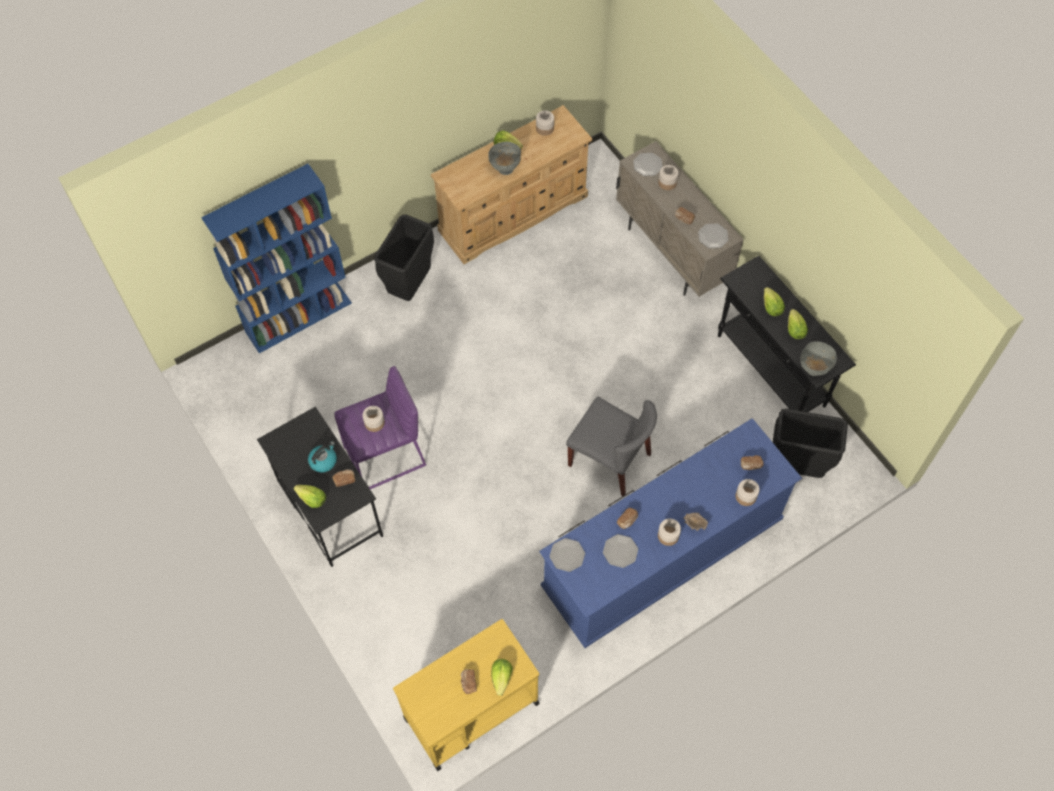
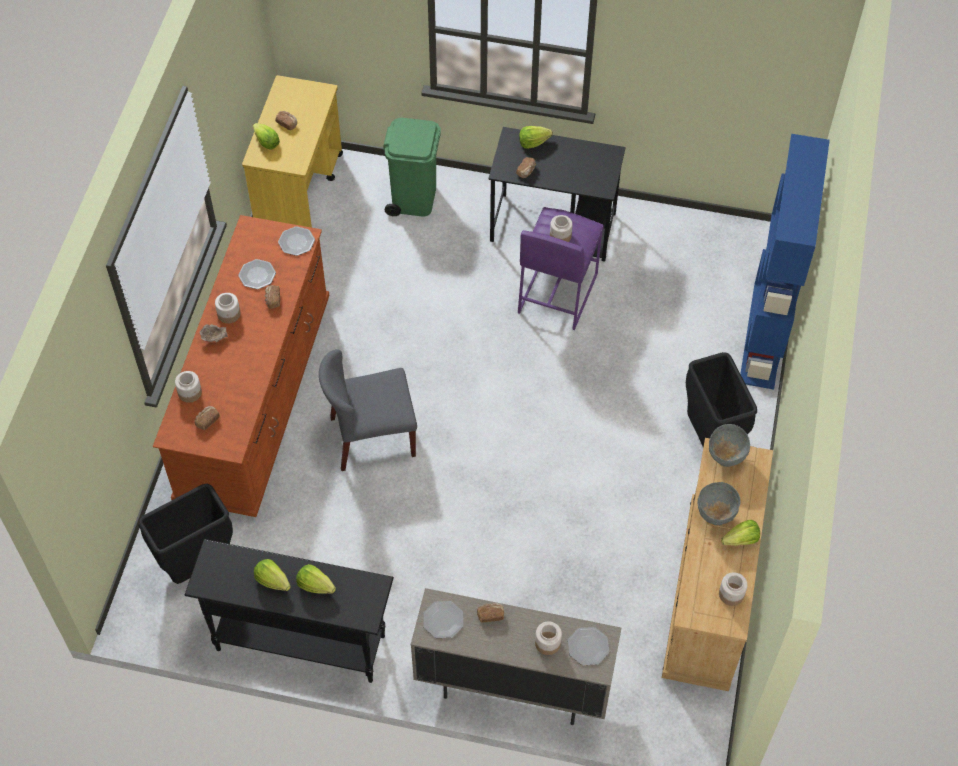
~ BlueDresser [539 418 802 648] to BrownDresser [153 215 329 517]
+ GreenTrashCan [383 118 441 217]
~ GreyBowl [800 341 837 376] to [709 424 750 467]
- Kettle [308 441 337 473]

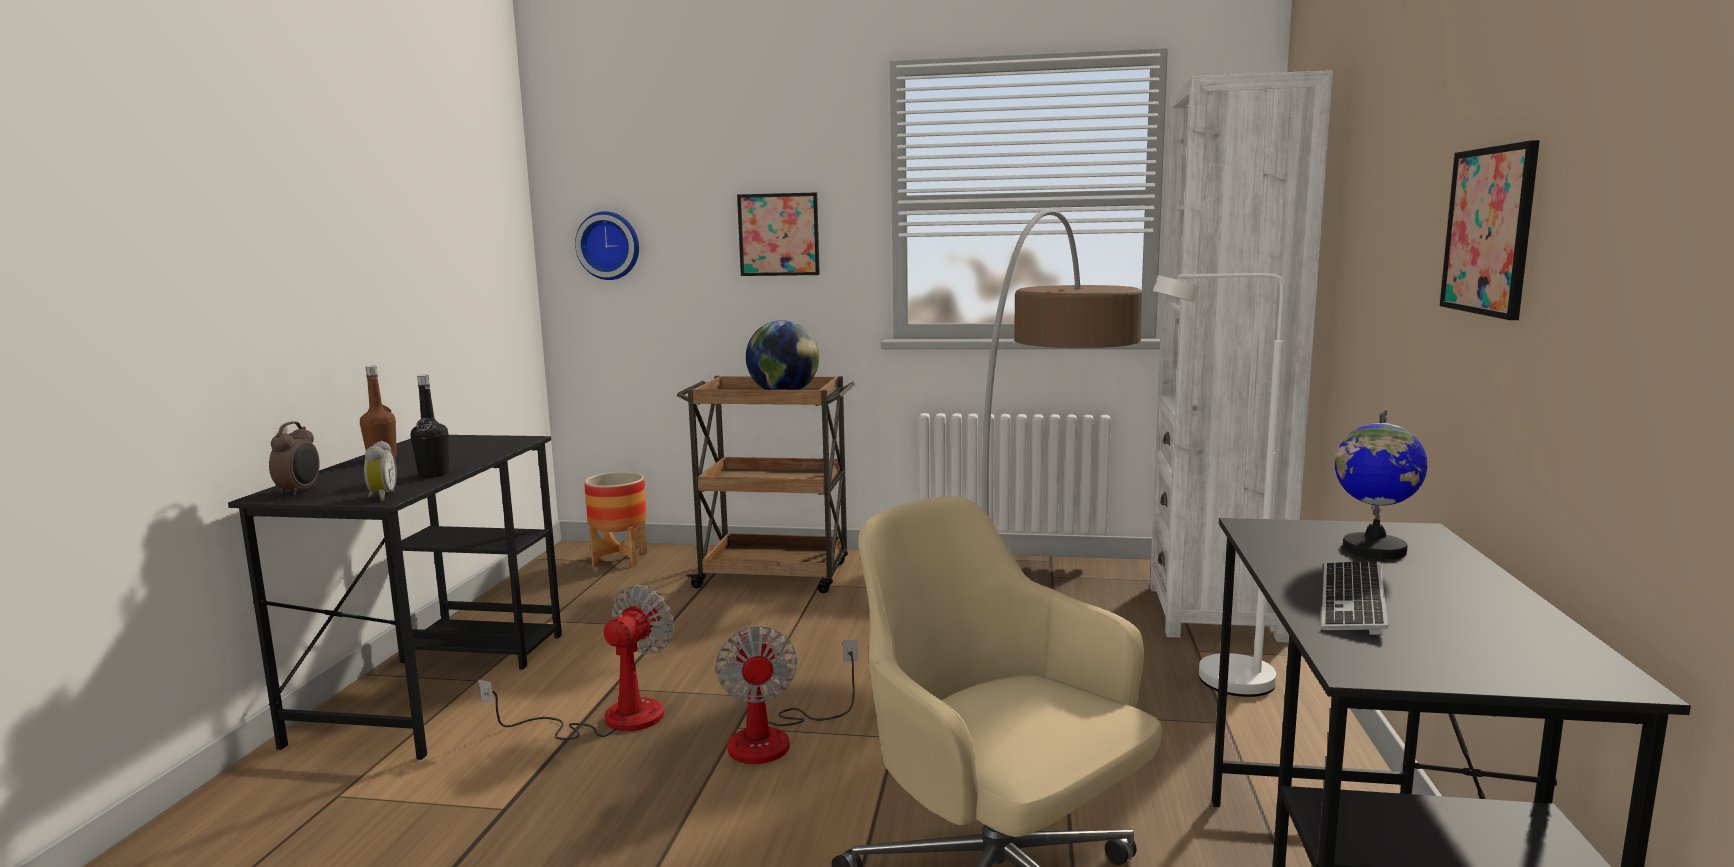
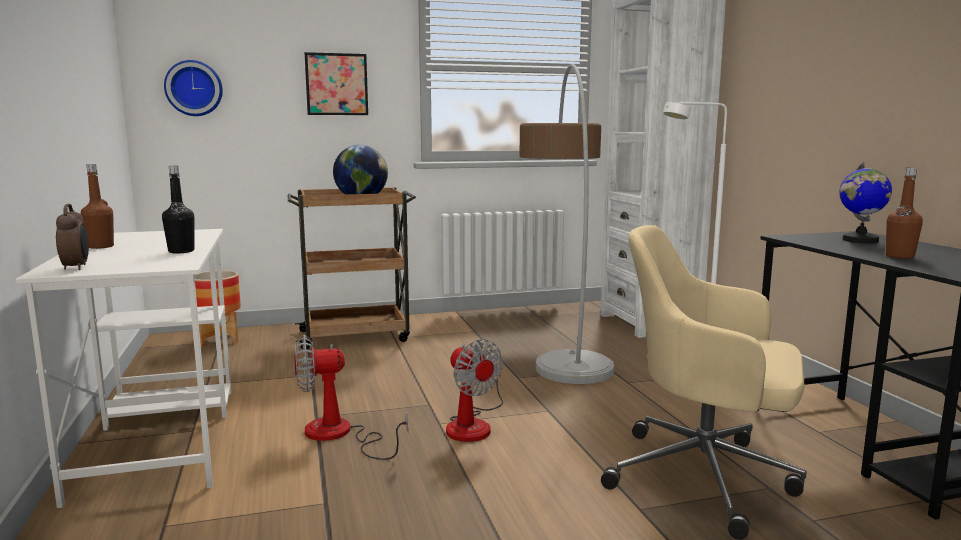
~ BlackDesk [228 435 562 760] to WhiteDesk [15 229 231 508]
~ Fan [479 585 674 740] = [294 335 408 460] 105 degrees counterclockwise
~ Keyboard [1322 561 1388 635] to BrownBottle [886 167 923 259]
- AlarmClock [364 441 397 501]
- Picture [1440 140 1540 320]

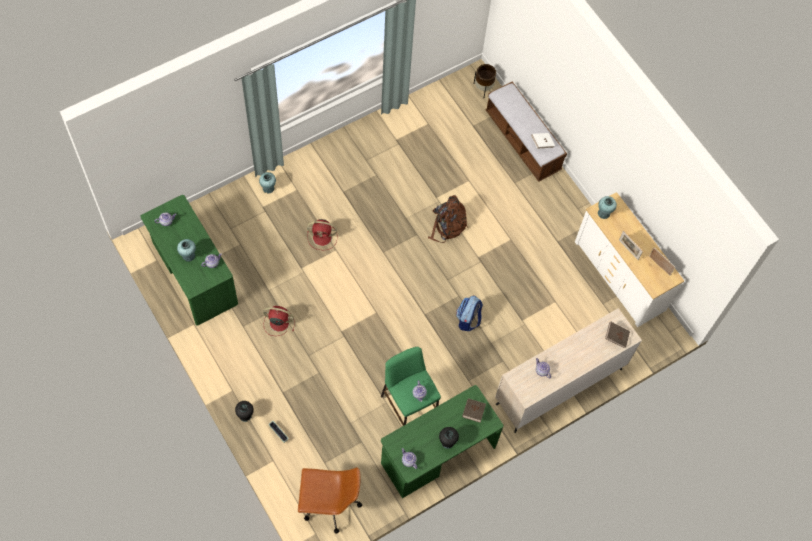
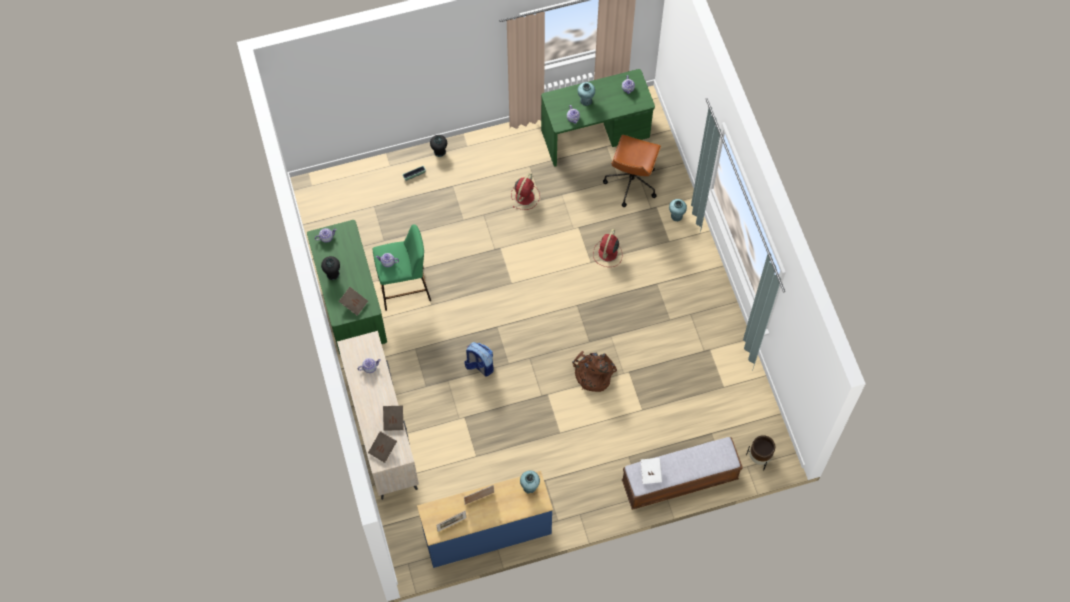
+ BrownBook [383 406 404 431]
~ WhiteDresser [575 192 684 327] to BlueDresser [417 471 553 568]
~ BrownOfficeChair [298 467 362 534] to [603 135 661 207]

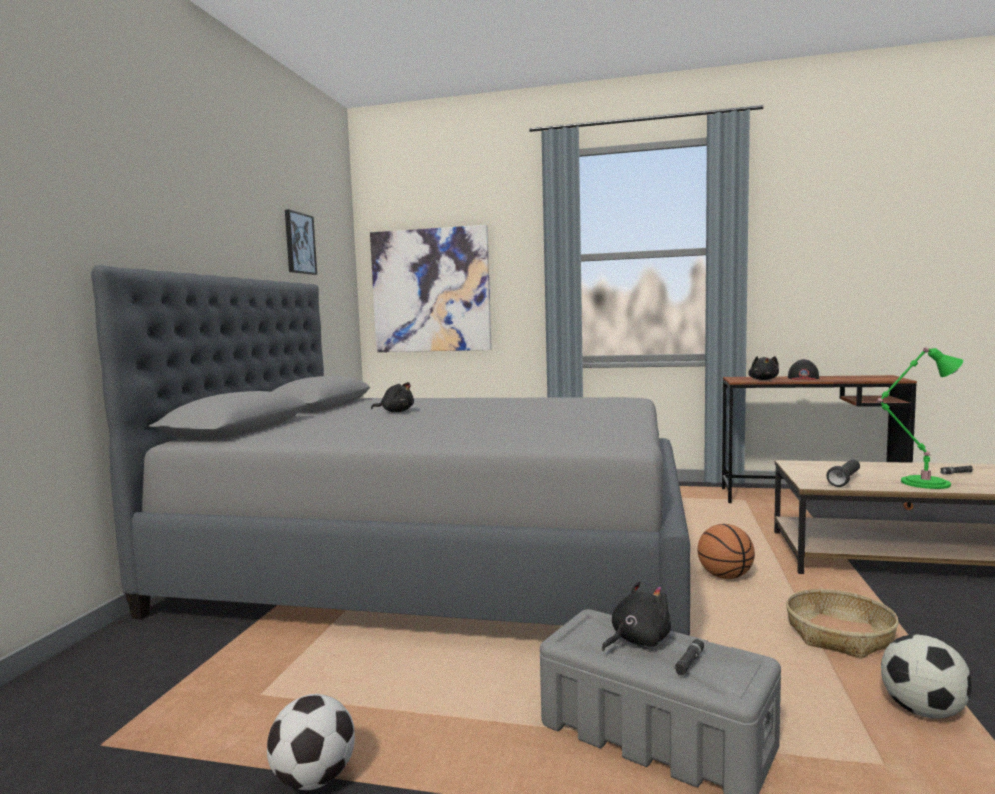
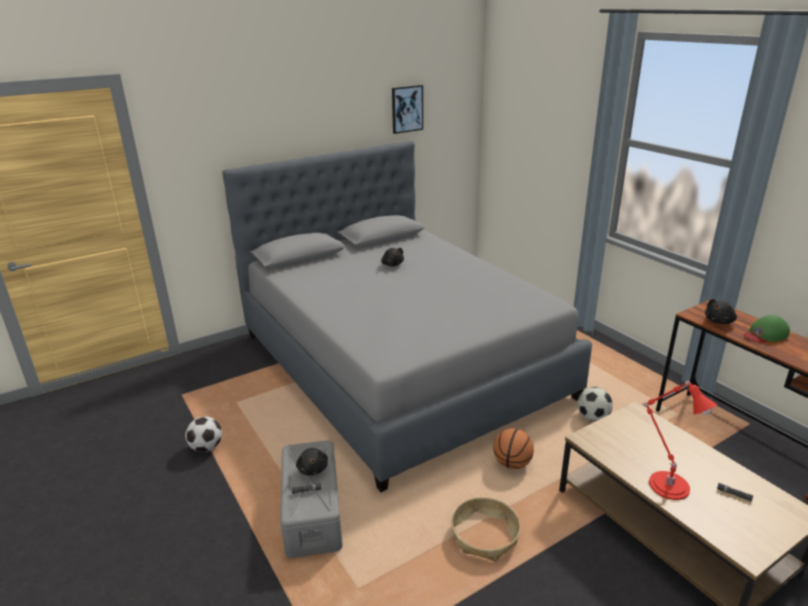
~ BlackPlushToy [602 581 671 651] = [296 448 328 475] 60 degrees clockwise
~ Football [881 635 972 719] to [577 387 613 421]
~ GreenTableLamp [877 347 963 489] to RedTableLamp [642 381 717 500]
~ BlackCap [788 359 819 380] to GreenCap [744 315 790 343]
- Picture [370 225 492 352]
- BlackFlashlight [826 460 860 487]

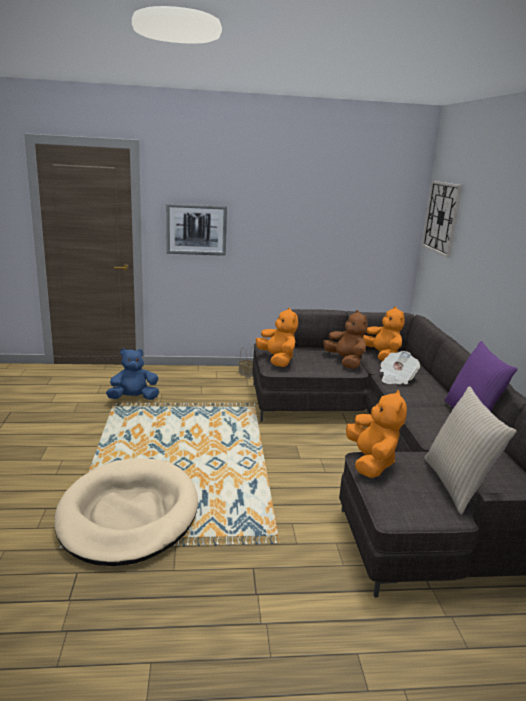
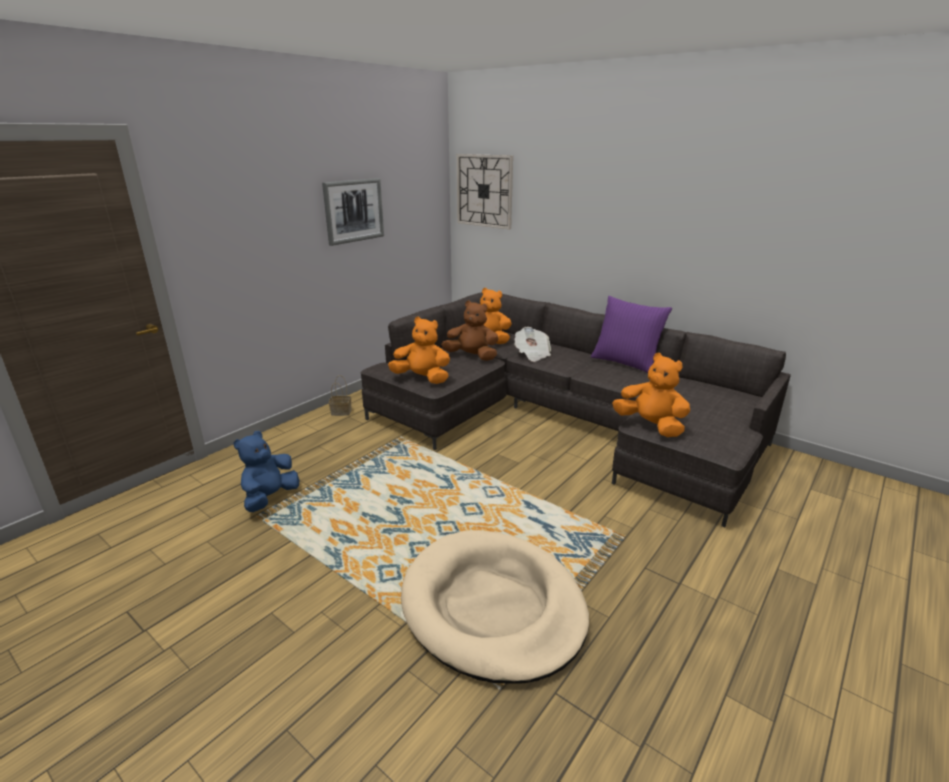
~ Picture [166 203 227 256] to [322 178 384 246]
- BeigePillow [424 386 517 515]

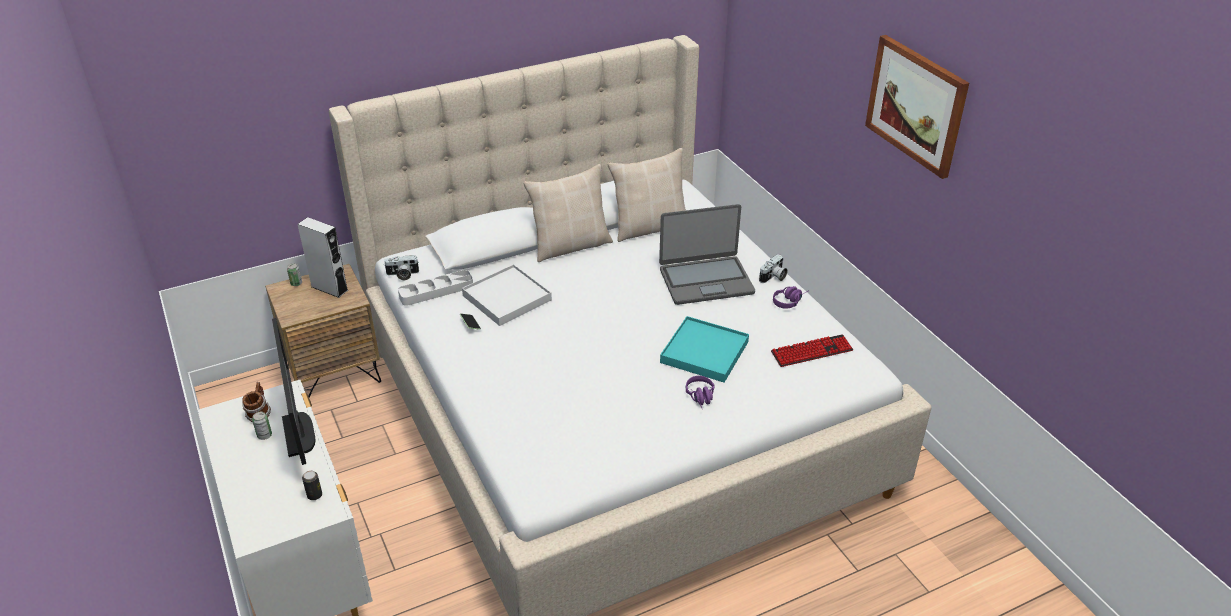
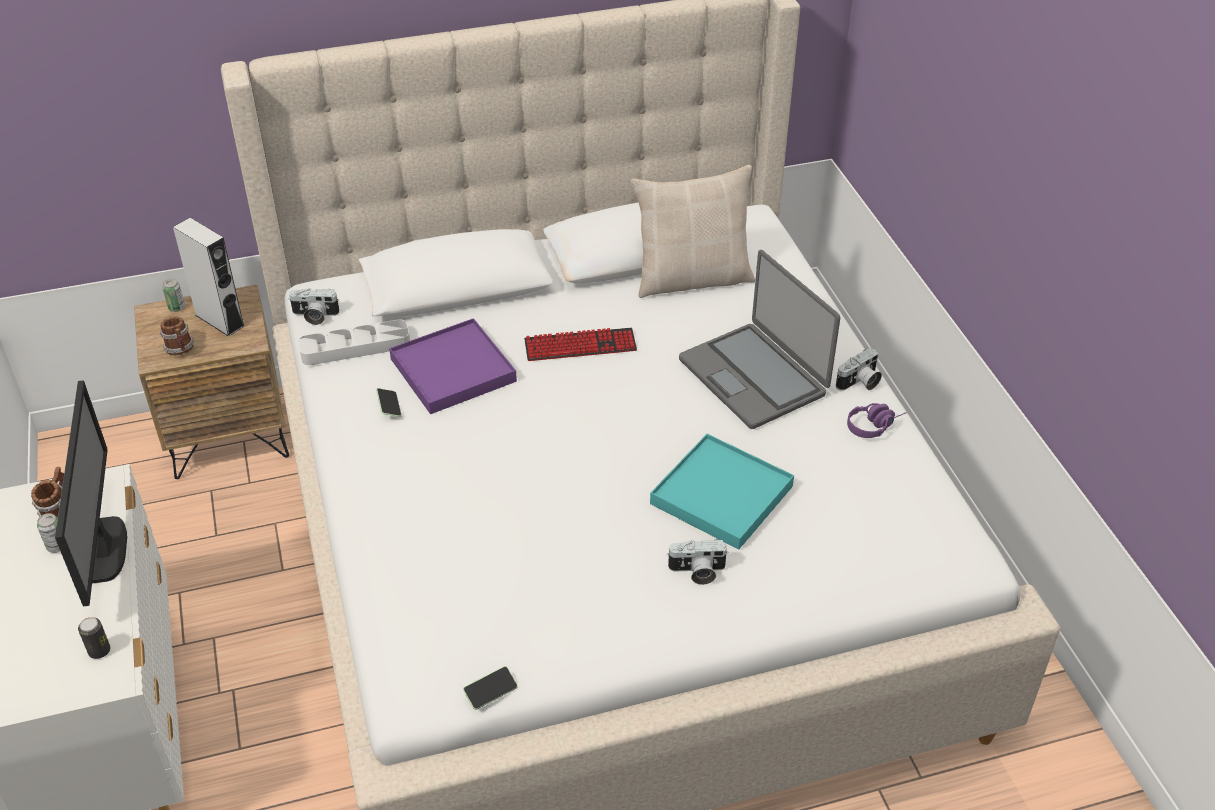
+ Mug [160 317 194 356]
~ WhiteTray [462 264 552 326] to PurpleTray [389 318 517 414]
+ Phone [463 666 518 710]
~ Keyboard [771 334 853 367] to [524 328 637 361]
~ PurpleHeadphones [686 376 715 410] to PhotoCamera [667 539 729 585]
~ Laptop [659 204 755 305] = [679 250 840 429] 60 degrees clockwise
- BeigePillow [523 164 613 262]
- Picture [865 35 969 179]

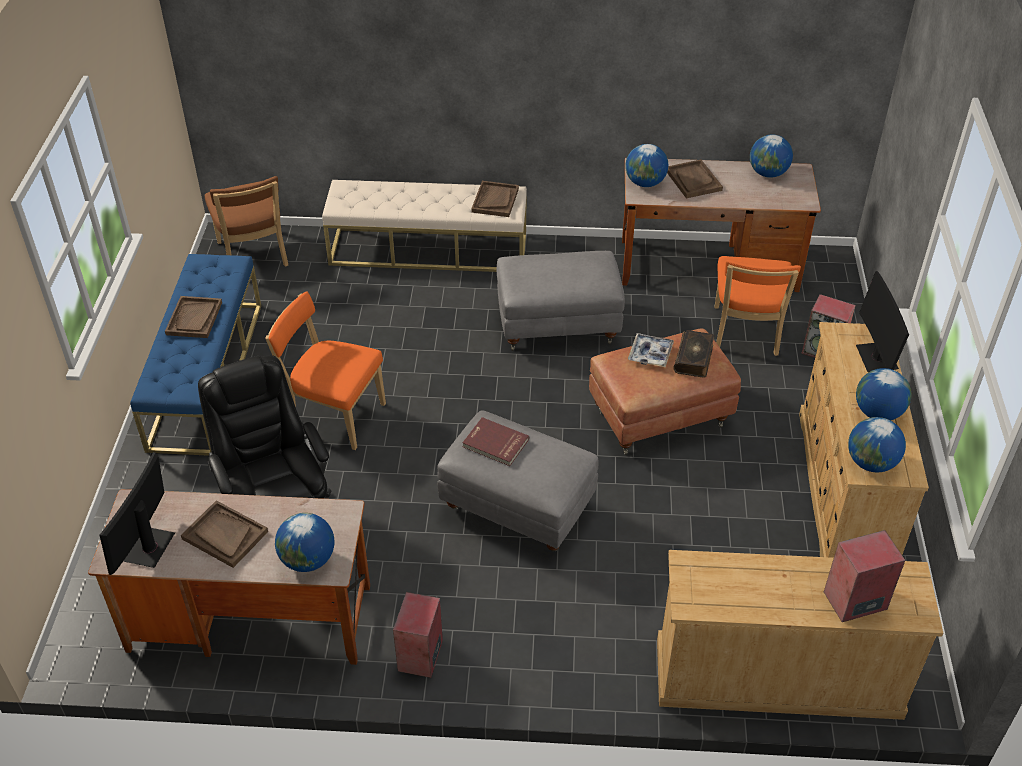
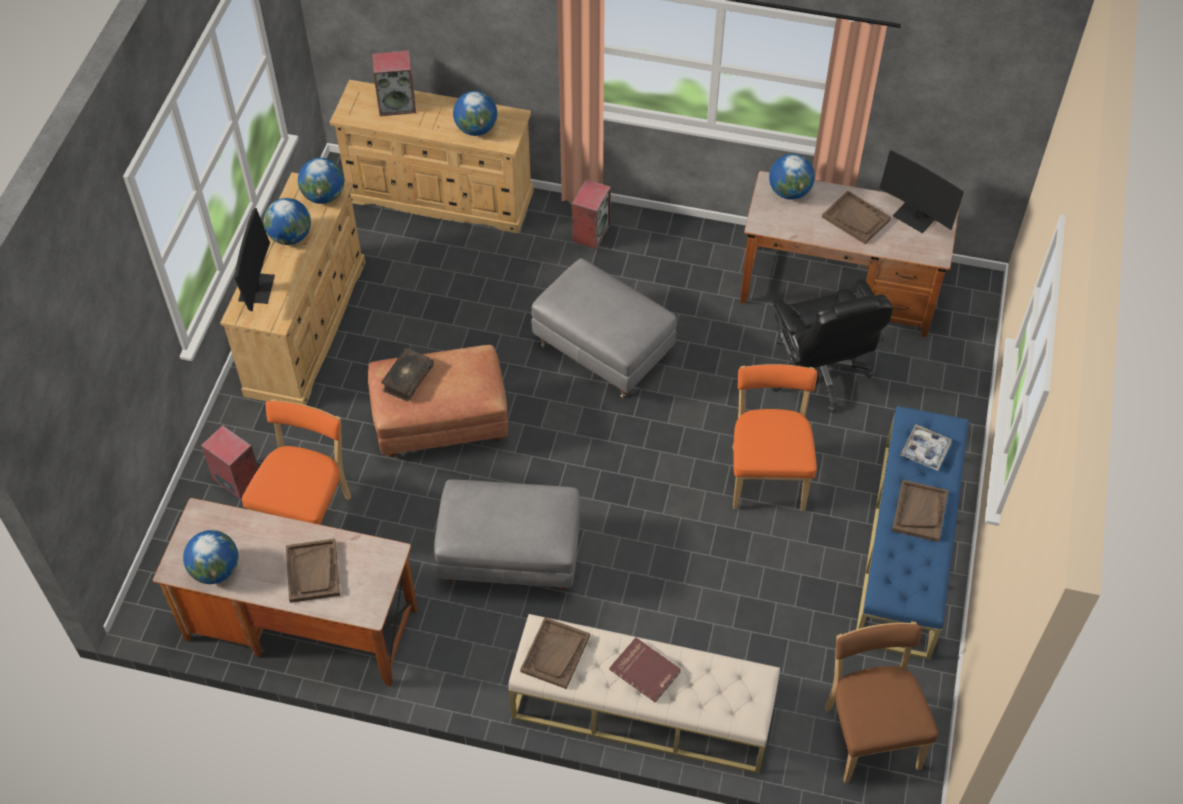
~ Globe [625 144 668 187] to [453 91 497 136]
~ Speaker [393 592 443 678] to [572 179 611 249]
~ RedBook [462 417 529 466] to [609 637 681 702]
~ OrangeChair [265 291 386 450] = [732 364 817 511] 120 degrees counterclockwise
~ Monitor [100 452 175 575] = [879 150 964 233] 105 degrees clockwise
~ Tray [628 333 674 367] to [900 424 952 471]

